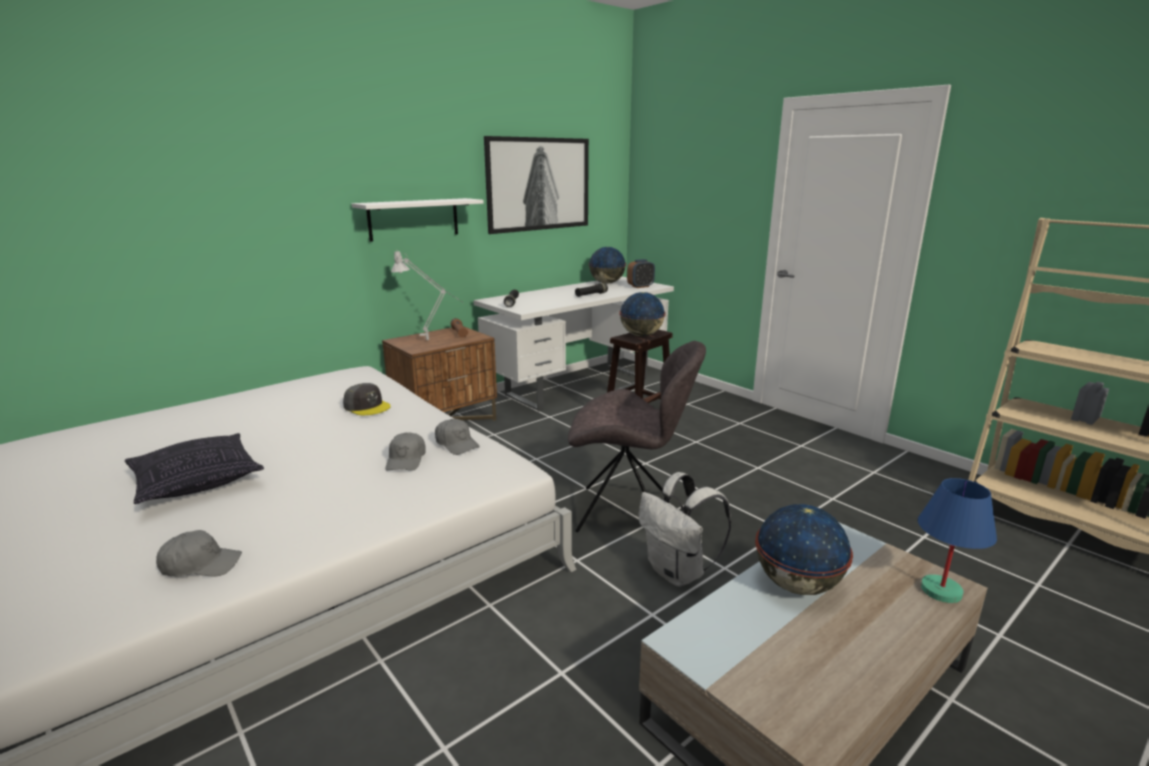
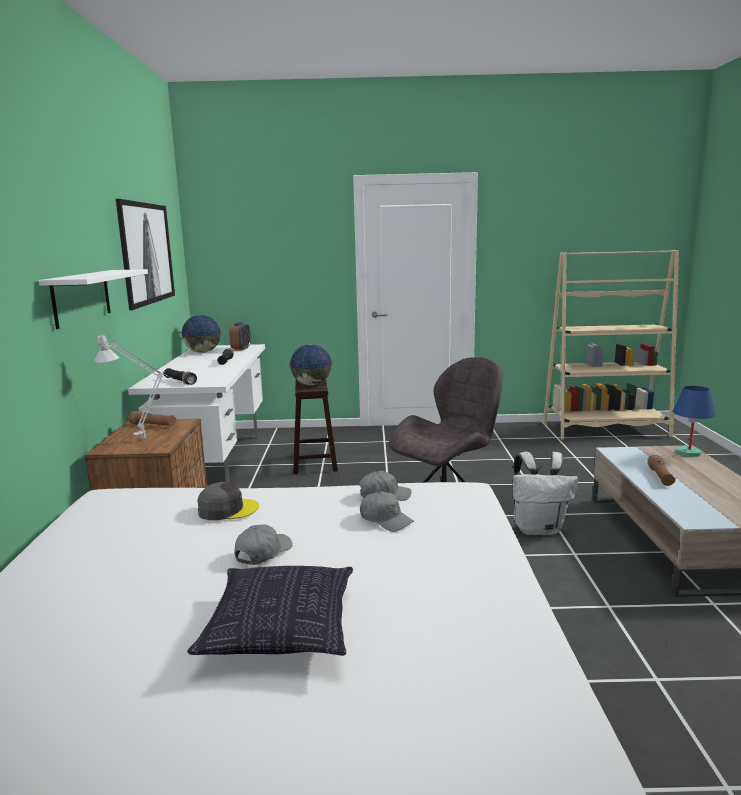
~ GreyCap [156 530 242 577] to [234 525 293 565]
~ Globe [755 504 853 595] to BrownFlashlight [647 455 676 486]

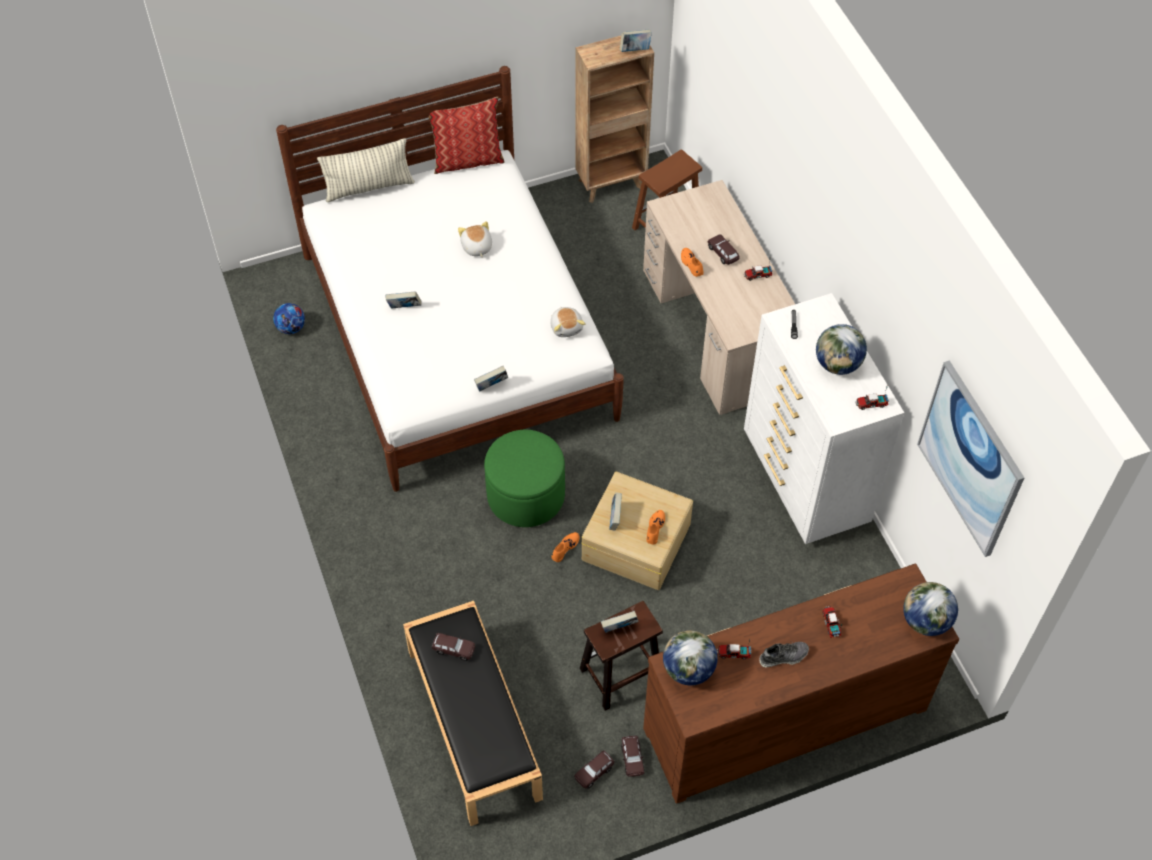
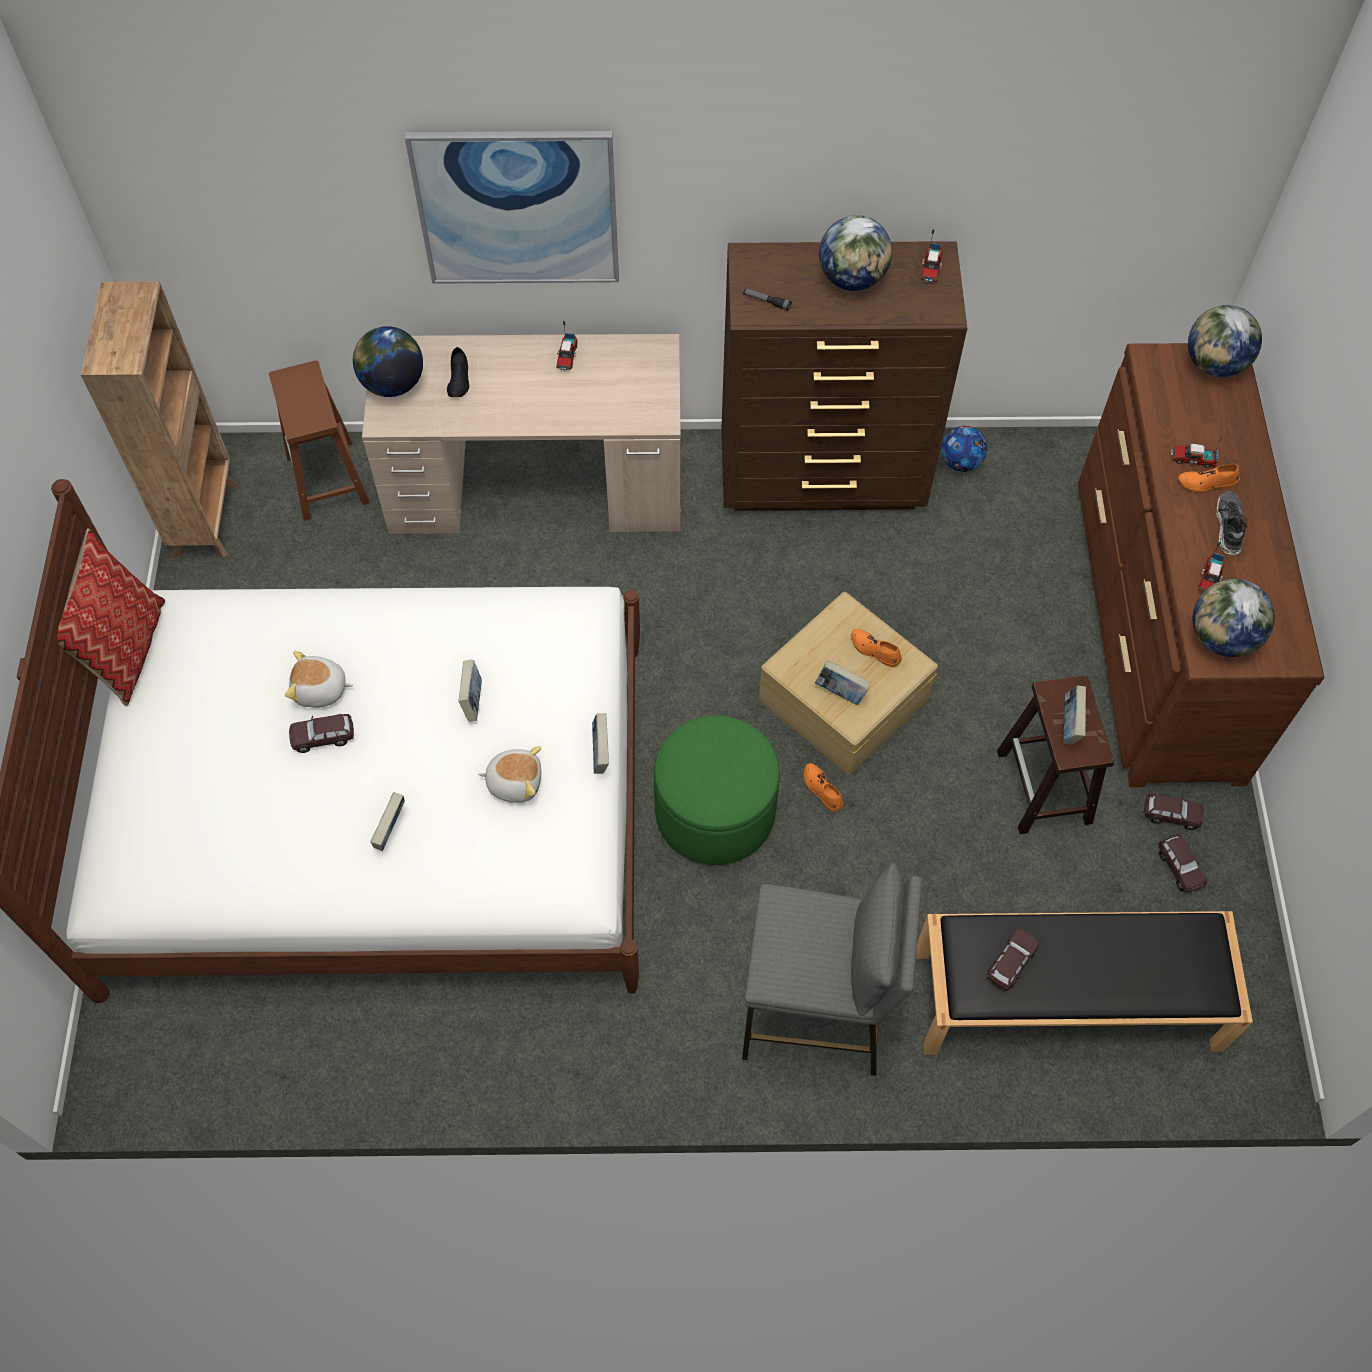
~ BrownToyCar [708 234 740 265] to [289 714 354 753]
+ Globe [353 326 423 397]
~ Picture [917 360 1024 557] to [405 131 619 284]
+ BlackShoe [447 347 469 397]
~ Book [620 30 652 52] to [458 660 482 722]
~ PlushToy [551 307 586 337] to [478 746 542 803]
~ WhiteDresser [744 293 904 544] to BrownDresser [722 241 967 511]
+ GreyStool [742 863 922 1076]
~ Football [273 303 305 334] to [941 426 988 472]
~ OrangeShoe [681 248 704 277] to [1179 464 1240 493]
- Pillow [317 138 414 202]

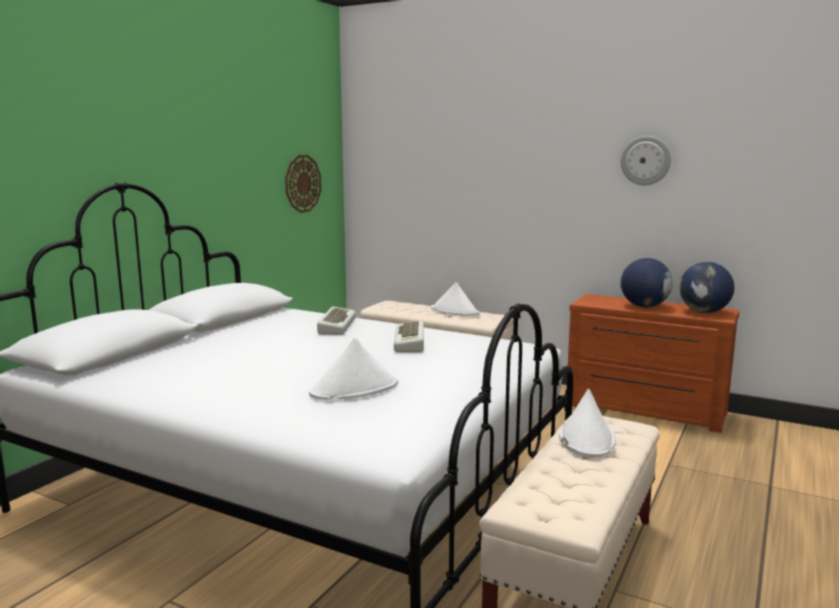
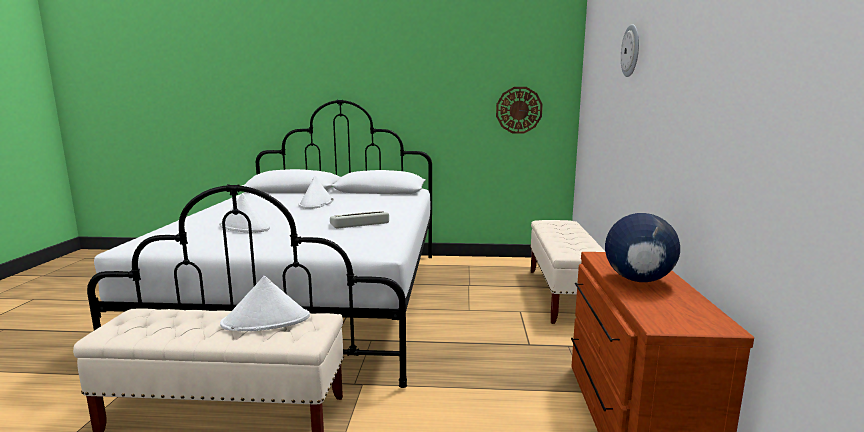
~ WhiteHat [431 282 479 316] to [298 176 334 209]
~ WallClock [621 136 671 185] to [621 24 639 77]
- Keyboard [317 307 356 335]
- Globe [679 262 734 313]

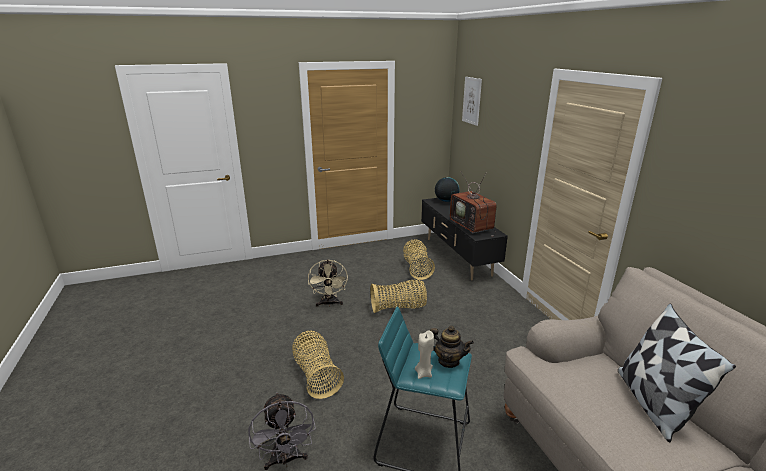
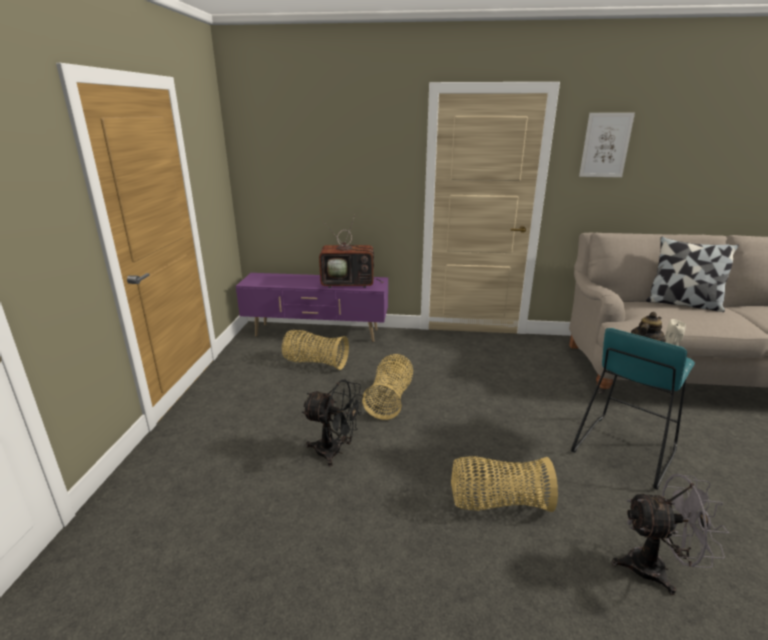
~ BlackTvStand [421 198 508 281] to PurpleTvStand [236 273 388 342]
~ BeigeFan [308 259 348 307] to BlackFan [302 379 363 467]
~ Picture [462 77 482 126] to [579 113 635 177]
- Globe [435 177 460 202]

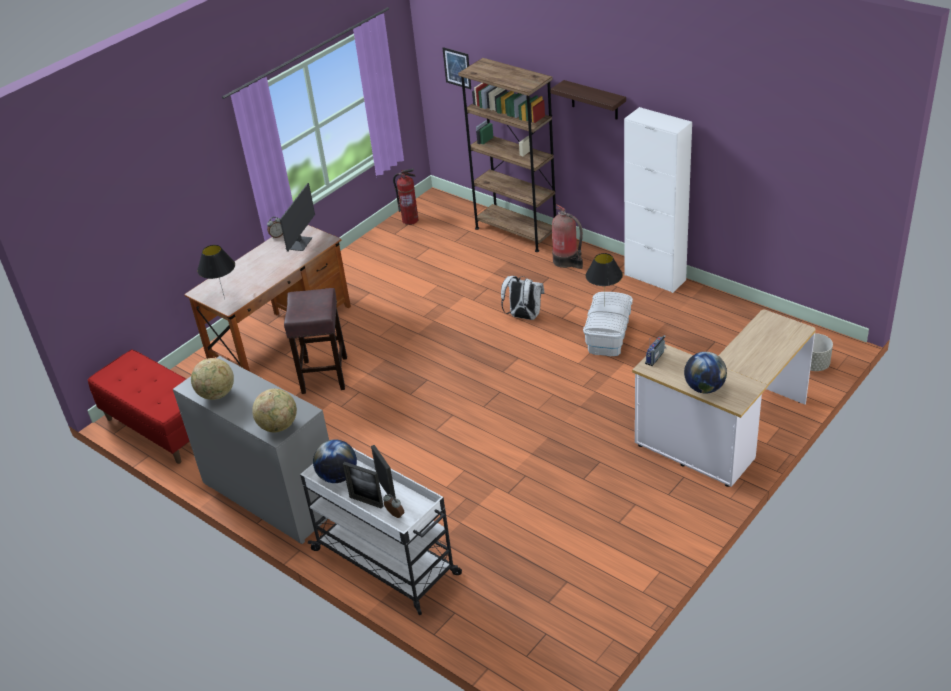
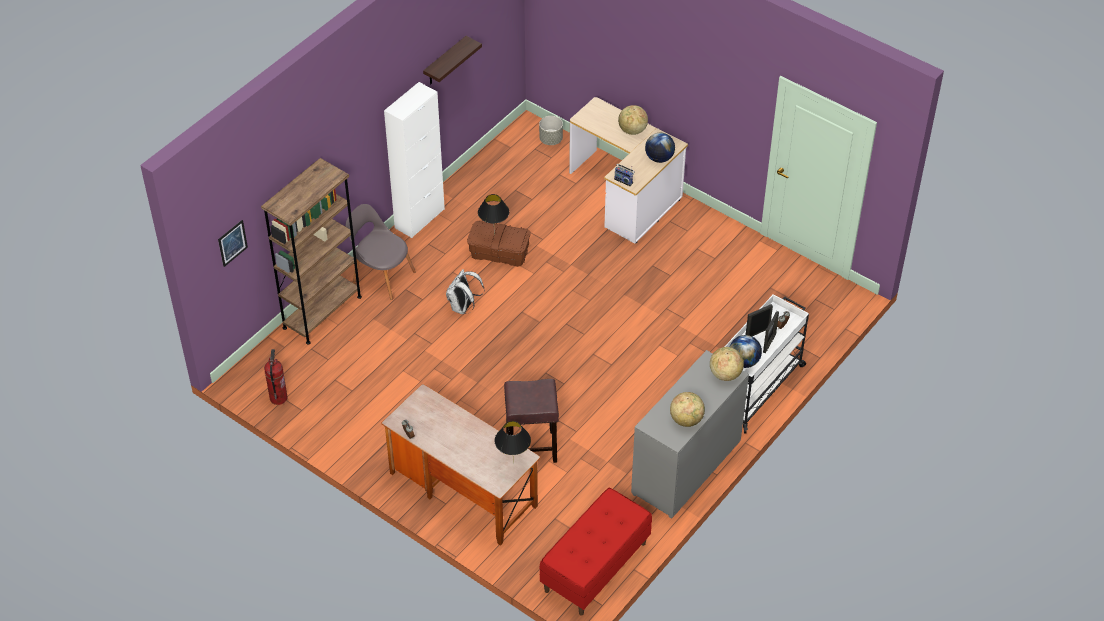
~ FireExtinguisher [552 204 583 269] to GreyChair [346 204 416 300]
~ Shelf [550 80 626 119] to [423 36 482 84]
~ WhiteStorageBox [583 292 633 356] to BrownStorageBox [467 221 530 267]
+ Globe [618 105 648 135]
- Monitor [280 183 315 252]

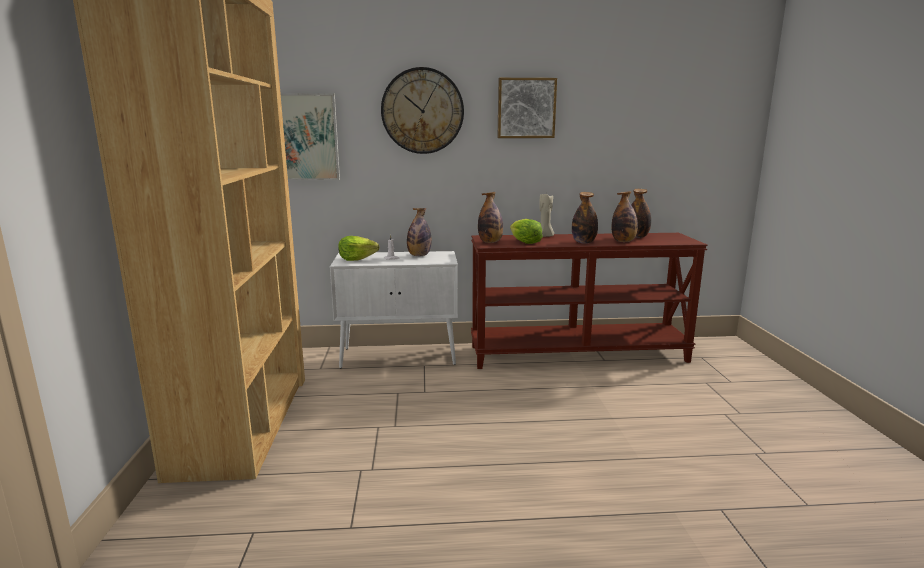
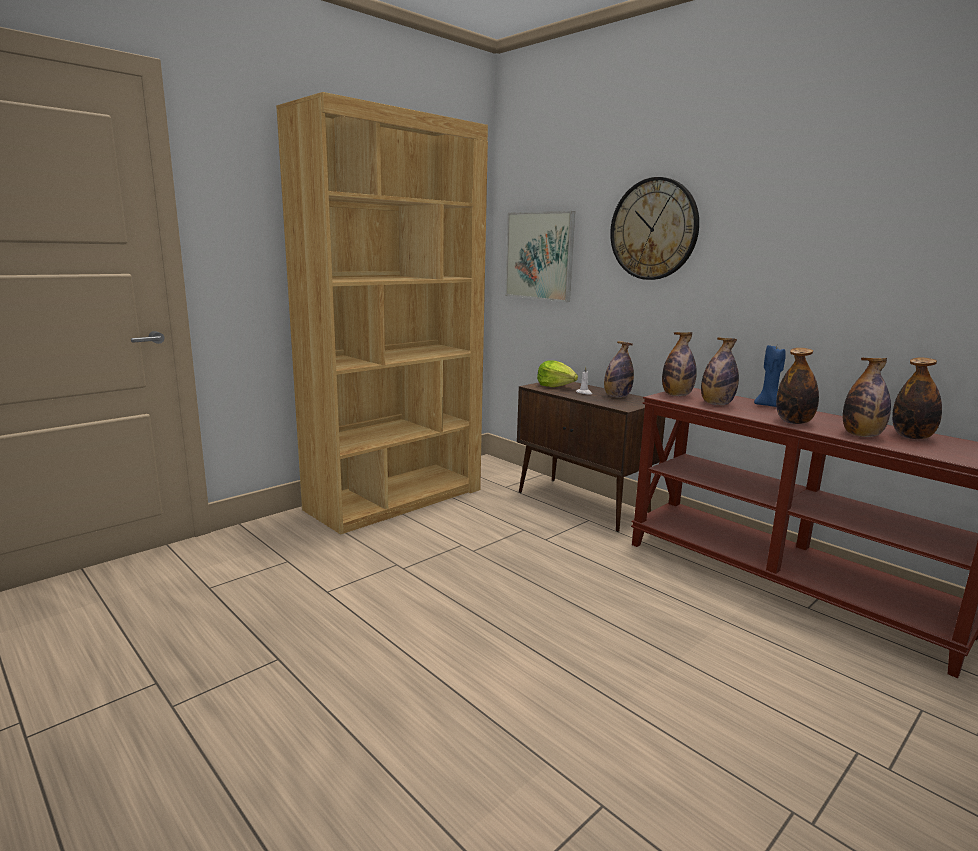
~ WhiteCabinet [330 251 458 369] to BrownCabinet [517 382 665 532]
~ Lettuce [510 219 543 244] to Bottle [701 337 739 405]
~ BeigeCandle [539 193 554 237] to BlueCandle [754 345 786 407]
- Picture [497 78 557 138]

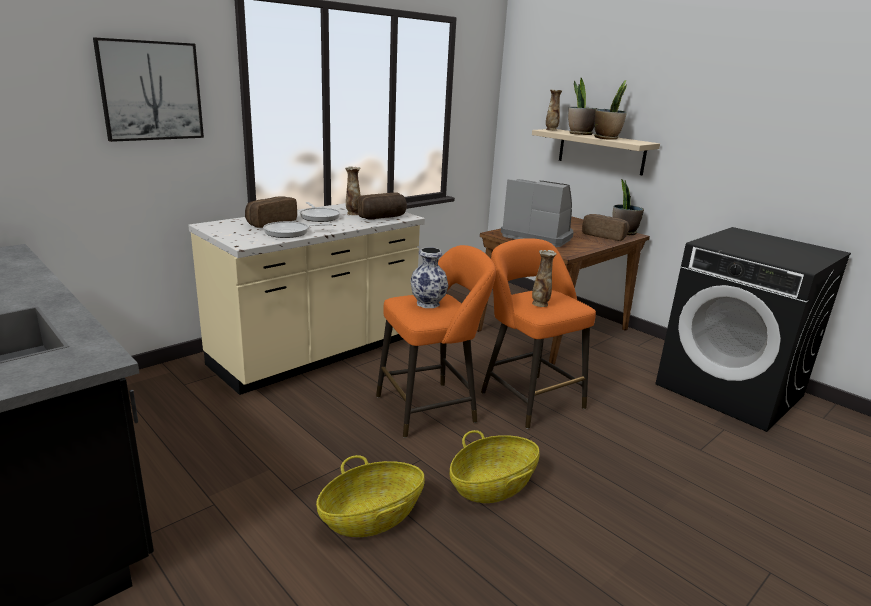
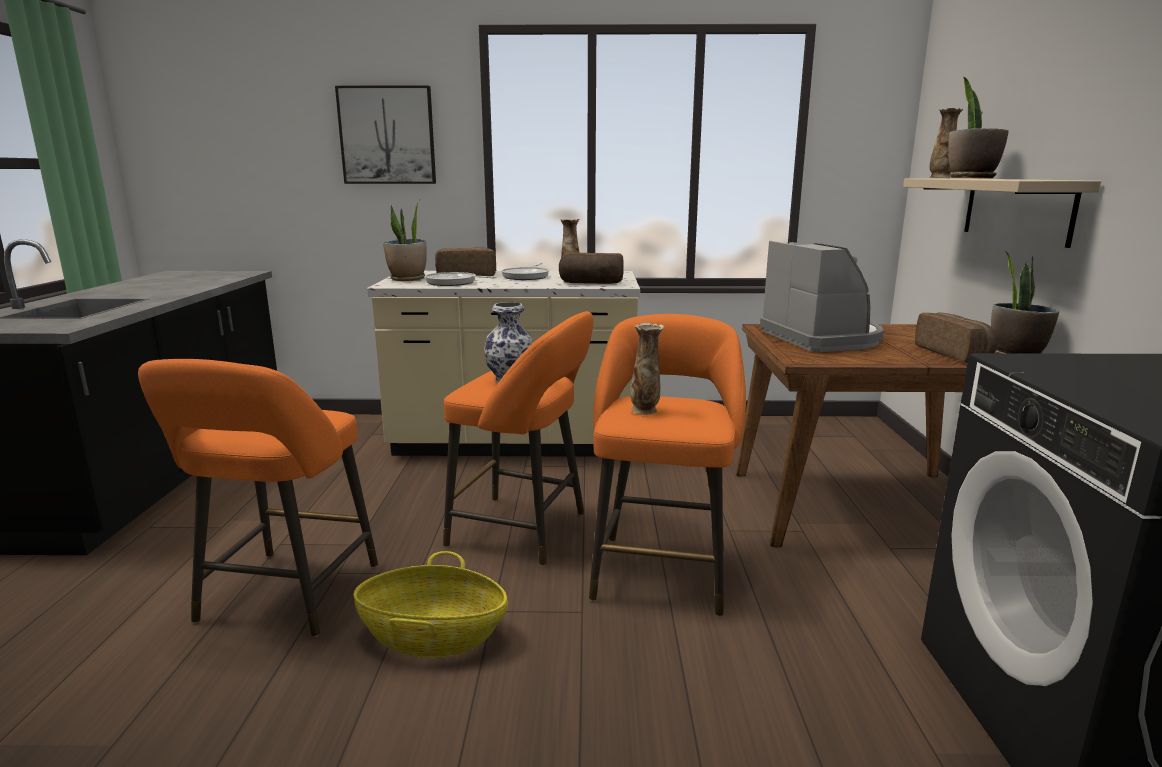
~ Basket [316 455 425 537] to OrangeStool [138 359 378 637]
~ PottedPlant [594 80 627 140] to [383 199 427 281]

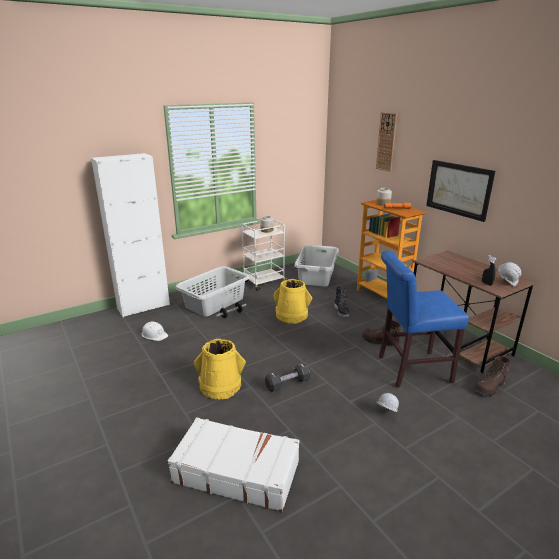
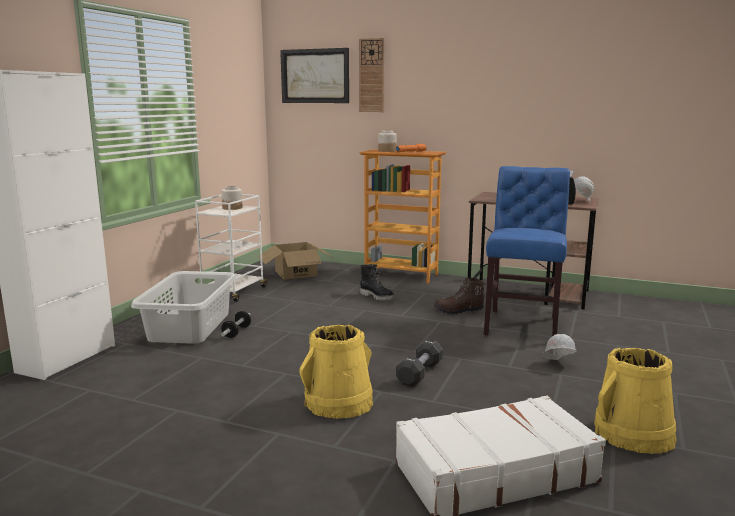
~ GreyLaundryBasket [294 245 339 286] to CardboardBox [258 242 332 280]
~ Picture [426 160 495 222] to [280 48 349 103]
~ BlueChair [379 251 469 388] = [484 166 570 336] 150 degrees clockwise
~ YellowBucket [273 279 312 324] to [594 348 676 454]
- WhiteHardHat [142 322 168 341]
- BrownBoot [474 356 512 396]

